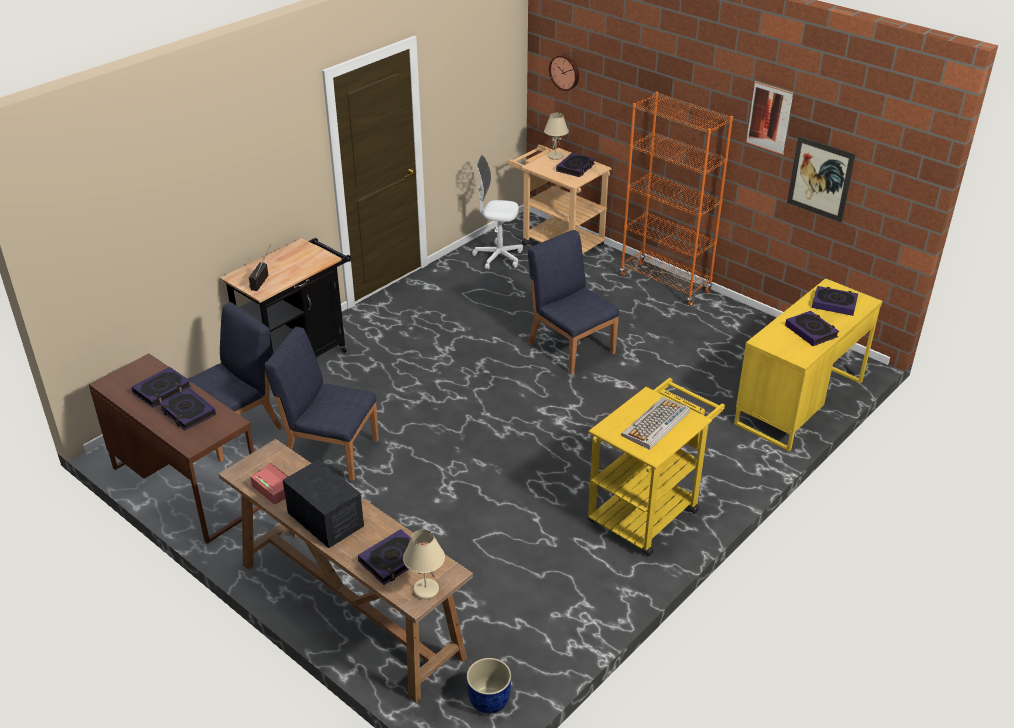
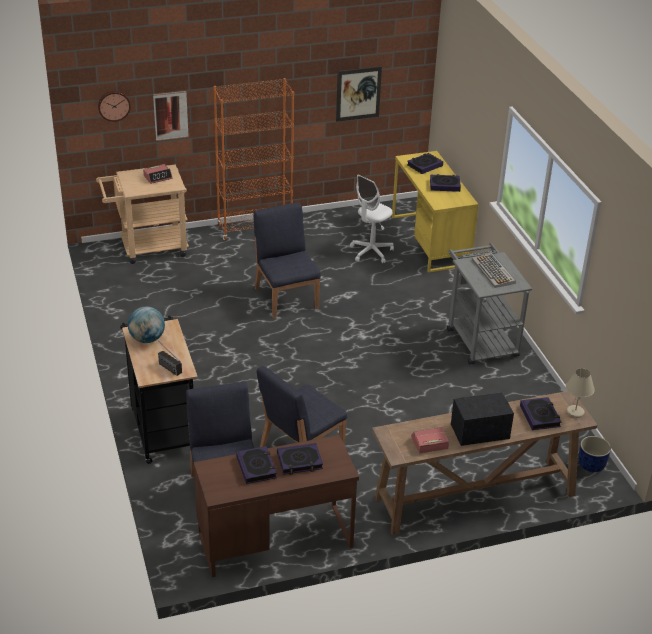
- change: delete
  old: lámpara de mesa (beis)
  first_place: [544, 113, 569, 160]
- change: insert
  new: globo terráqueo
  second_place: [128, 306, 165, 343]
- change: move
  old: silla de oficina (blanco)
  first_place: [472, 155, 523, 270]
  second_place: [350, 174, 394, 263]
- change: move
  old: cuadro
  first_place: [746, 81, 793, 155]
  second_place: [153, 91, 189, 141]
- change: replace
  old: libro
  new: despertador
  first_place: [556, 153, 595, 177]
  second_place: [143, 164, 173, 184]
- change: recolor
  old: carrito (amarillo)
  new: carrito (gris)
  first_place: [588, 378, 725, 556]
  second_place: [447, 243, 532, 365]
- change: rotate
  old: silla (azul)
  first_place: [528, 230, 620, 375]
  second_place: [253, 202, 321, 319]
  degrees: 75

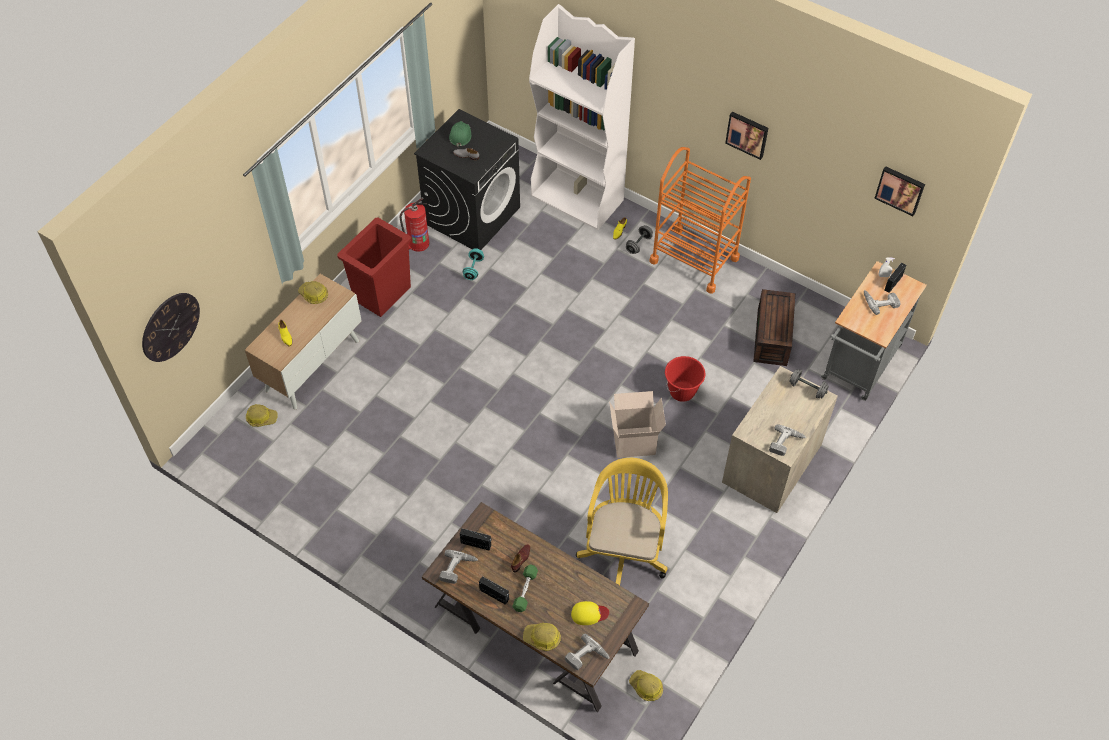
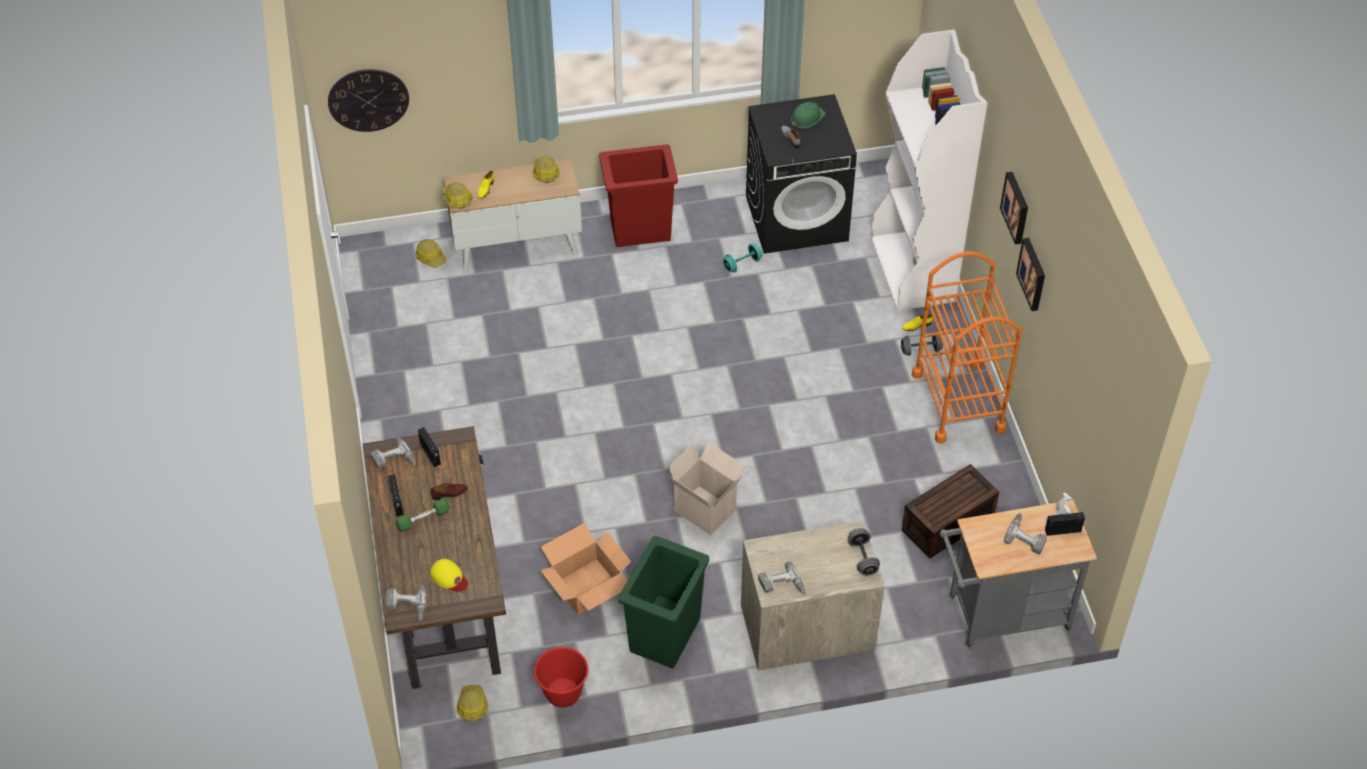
- change: delete
  old: extintor
  first_place: [400, 197, 429, 252]
- change: insert
  new: papelera (verde)
  second_place: [618, 536, 709, 669]
- change: move
  old: casco
  first_place: [523, 623, 561, 651]
  second_place: [442, 182, 472, 209]
- change: move
  old: cubo (rojo)
  first_place: [665, 356, 706, 402]
  second_place: [533, 647, 588, 708]
- change: move
  old: cuadro
  first_place: [874, 166, 925, 216]
  second_place: [1000, 172, 1028, 245]
- change: replace
  old: silla de oficina (amarillo)
  new: caja de cartón
  first_place: [576, 458, 668, 585]
  second_place: [540, 523, 631, 615]

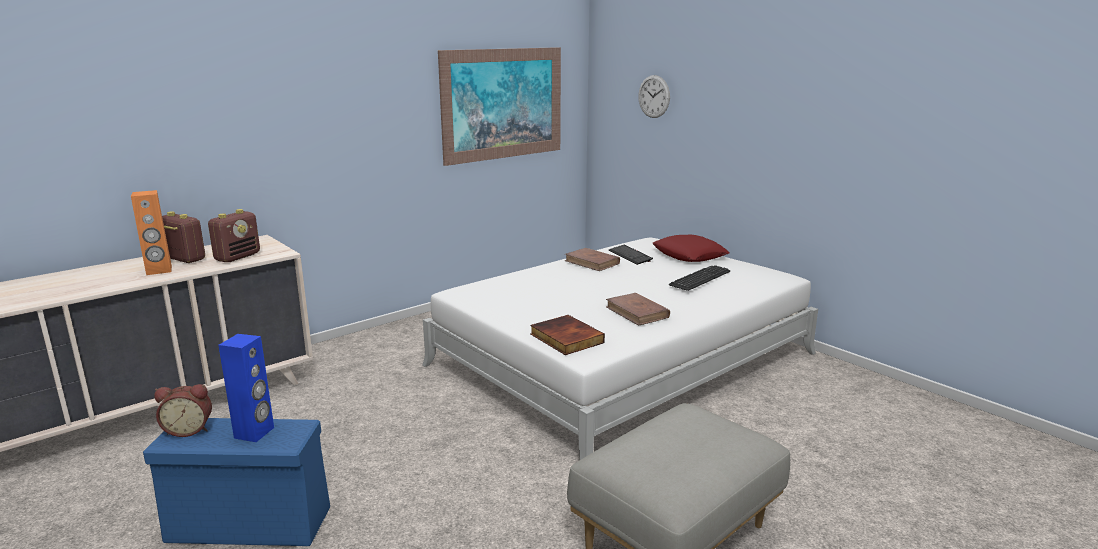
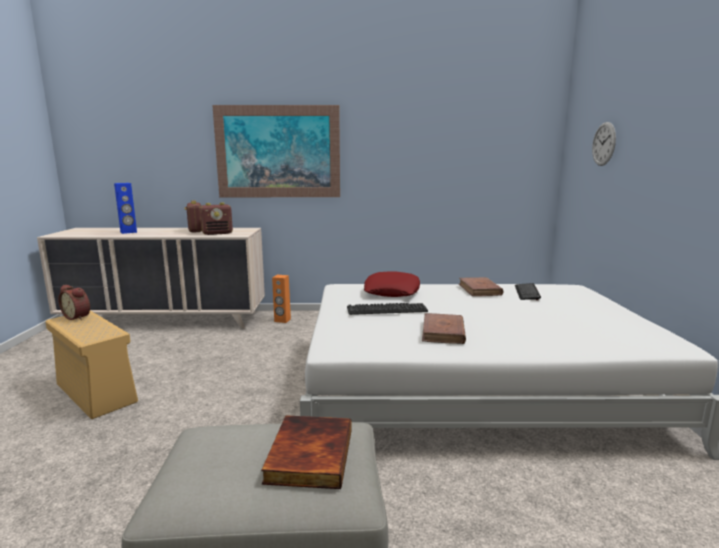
- change: move
  old: altavoz (naranja)
  first_place: [131, 190, 172, 275]
  second_place: [272, 275, 291, 323]
- change: move
  old: altavoz (azul)
  first_place: [218, 334, 274, 442]
  second_place: [114, 183, 137, 234]
- change: move
  old: cuadro
  first_place: [438, 47, 561, 166]
  second_place: [212, 105, 340, 197]
- change: move
  old: libro
  first_place: [530, 315, 605, 355]
  second_place: [261, 415, 352, 489]
- change: move
  old: cojín (rojo)
  first_place: [653, 235, 729, 262]
  second_place: [364, 271, 420, 297]
- change: move
  old: teclado
  first_place: [669, 265, 730, 291]
  second_place: [347, 303, 428, 315]
- change: recolor
  old: caja de almacenaje (azul)
  new: caja de almacenaje (beis)
  first_place: [143, 418, 330, 546]
  second_place: [45, 311, 138, 419]

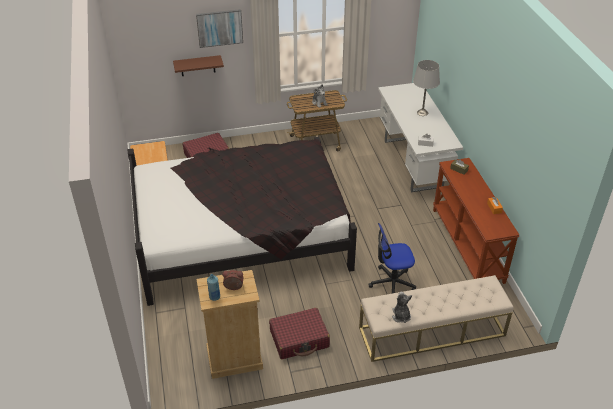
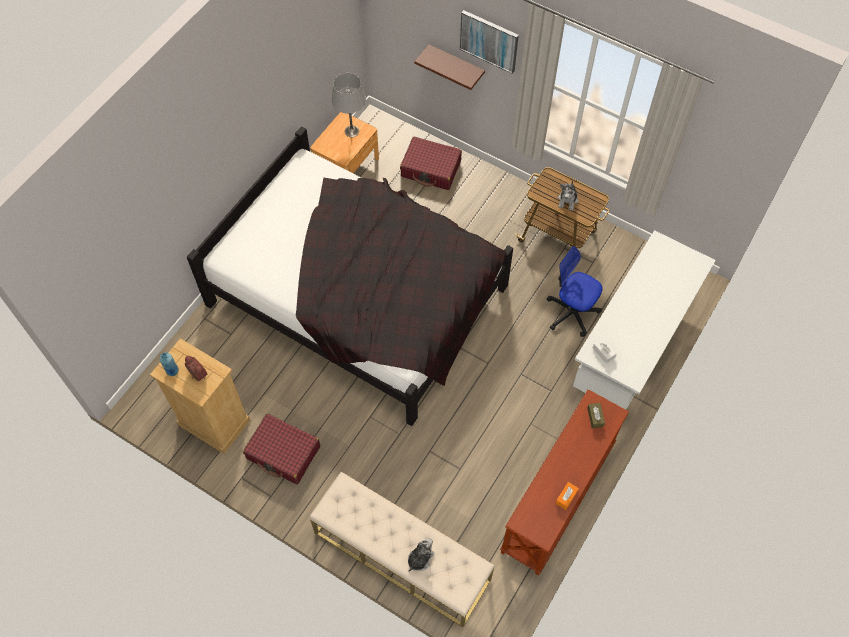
- change: move
  old: silla de oficina
  first_place: [368, 223, 416, 293]
  second_place: [547, 246, 603, 337]
- change: move
  old: peluche
  first_place: [392, 292, 412, 323]
  second_place: [408, 538, 435, 572]
- change: move
  old: lámpara de mesa (gris)
  first_place: [413, 60, 440, 116]
  second_place: [332, 73, 366, 137]

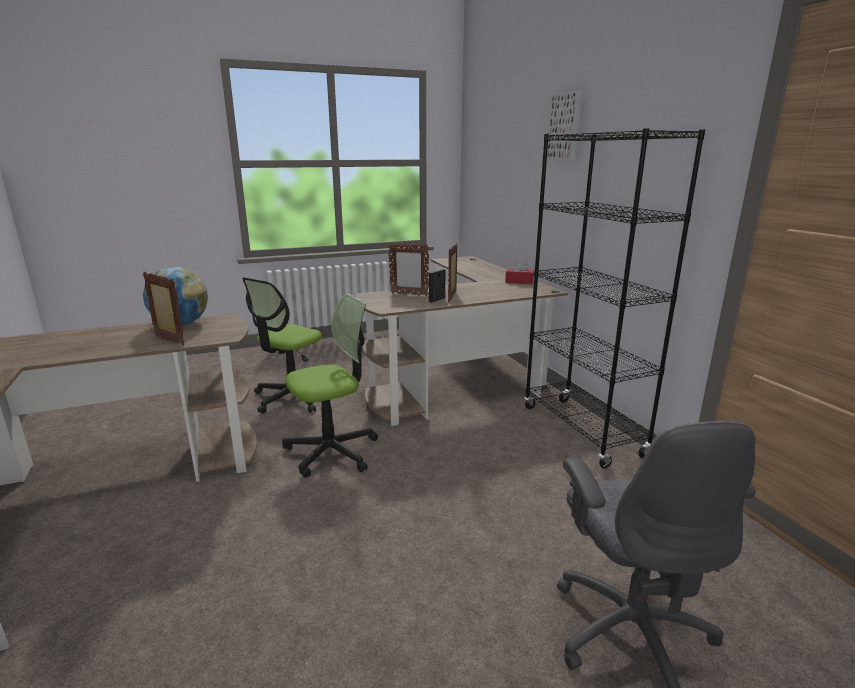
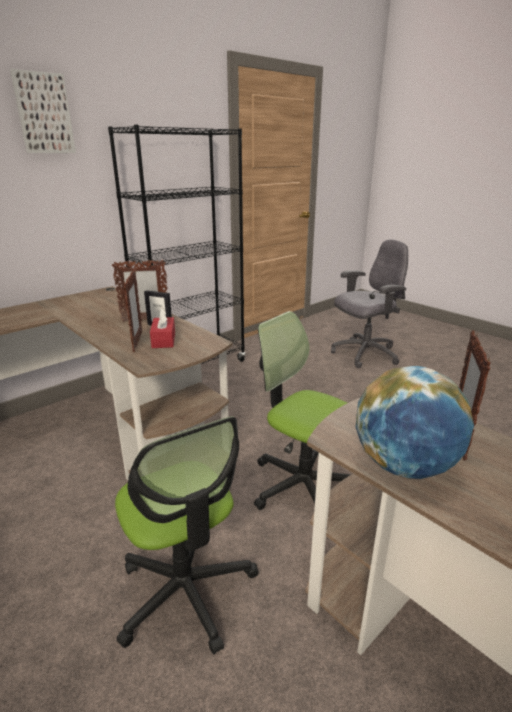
- change: move
  old: caja de pañuelos (rojo)
  first_place: [505, 260, 534, 284]
  second_place: [150, 308, 175, 348]
- change: rotate
  old: silla de oficina
  first_place: [242, 277, 322, 414]
  second_place: [115, 416, 258, 654]
  degrees: 45

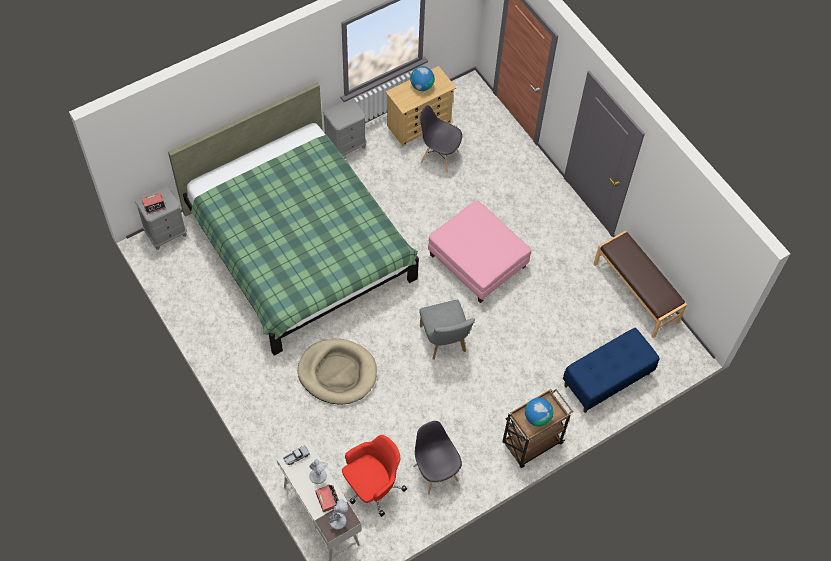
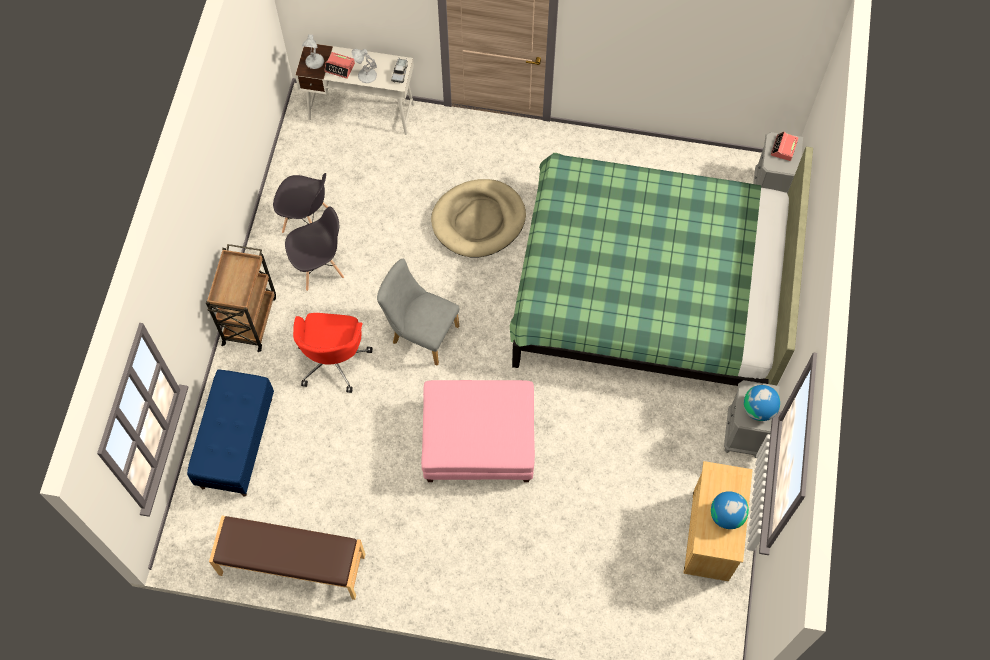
- change: move
  old: silla de oficina (rojo)
  first_place: [342, 435, 407, 517]
  second_place: [293, 313, 372, 393]
- change: move
  old: silla (gris)
  first_place: [420, 105, 462, 173]
  second_place: [285, 206, 344, 291]
- change: move
  old: globo terráqueo
  first_place: [525, 398, 554, 426]
  second_place: [744, 385, 780, 421]

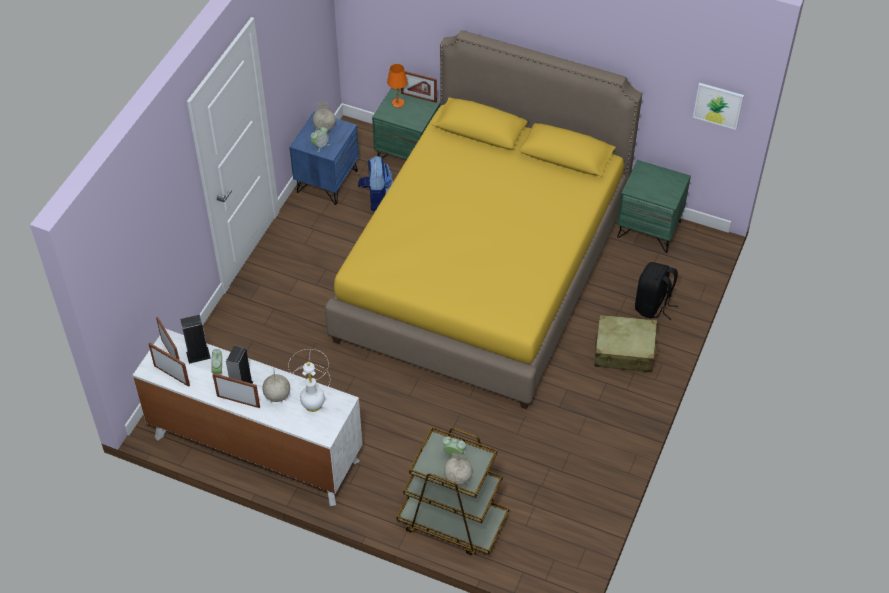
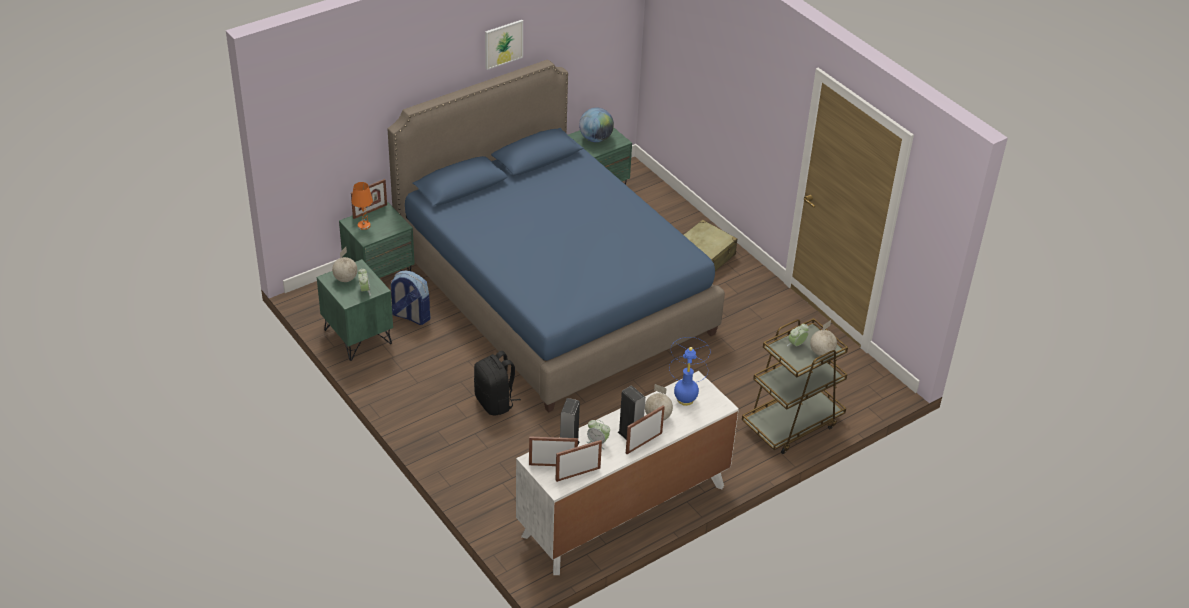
- change: insert
  new: globo terráqueo
  second_place: [579, 107, 614, 142]
- change: move
  old: mochila (negro)
  first_place: [635, 262, 678, 320]
  second_place: [474, 351, 521, 415]
- change: move
  old: cuadro
  first_place: [693, 83, 744, 130]
  second_place: [485, 20, 523, 70]
- change: recolor
  old: lámpara de mesa (blanco)
  new: lámpara de mesa (azul)
  first_place: [288, 349, 330, 412]
  second_place: [669, 337, 710, 406]
- change: recolor
  old: mesita de noche (azul)
  new: mesita de noche (verde)
  first_place: [289, 112, 359, 205]
  second_place: [317, 259, 393, 361]
- change: recolor
  old: cama (amarillo)
  new: cama (azul)
  first_place: [325, 30, 642, 409]
  second_place: [388, 60, 725, 412]

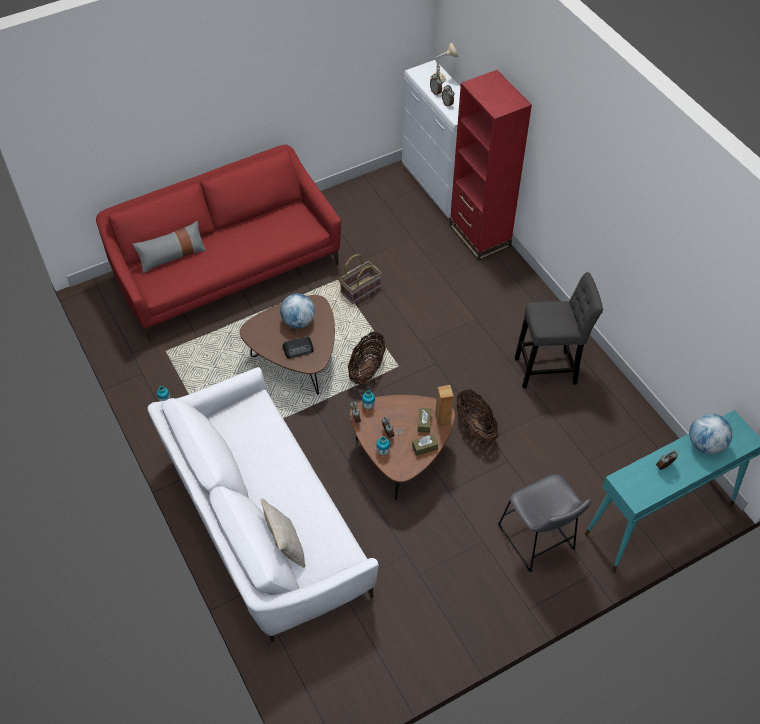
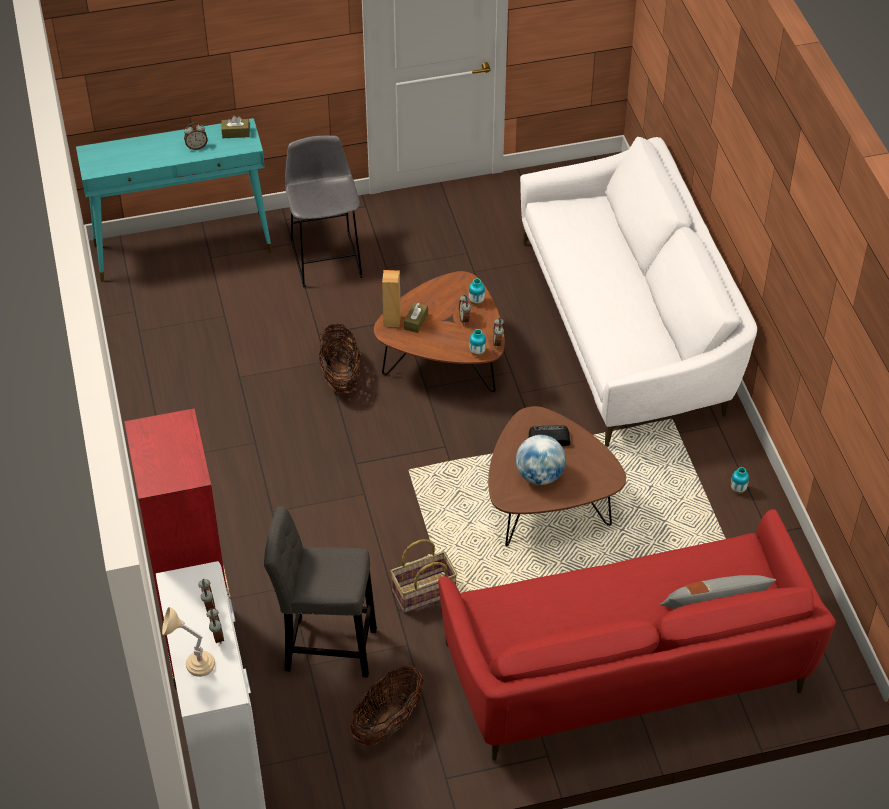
- change: delete
  old: cojín (beis)
  first_place: [260, 498, 306, 568]
- change: delete
  old: globo terráqueo
  first_place: [689, 413, 732, 454]
- change: move
  old: cesta
  first_place: [348, 331, 386, 385]
  second_place: [350, 666, 423, 746]
- change: move
  old: caja de pañuelos (marrón)
  first_place: [412, 435, 438, 456]
  second_place: [221, 116, 250, 138]
- change: move
  old: taburete (gris)
  first_place: [515, 272, 603, 388]
  second_place: [264, 506, 377, 678]

